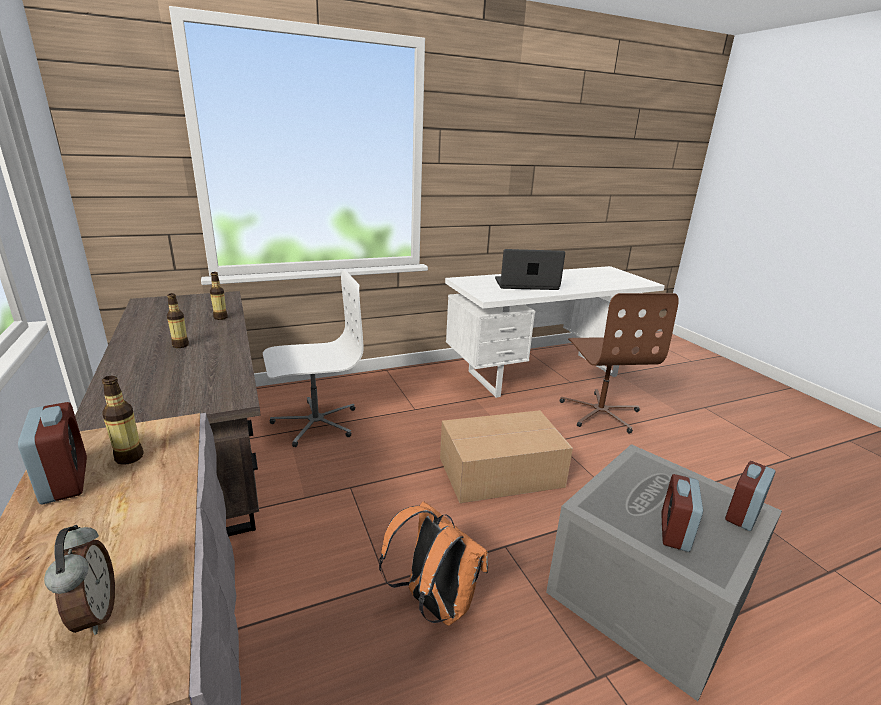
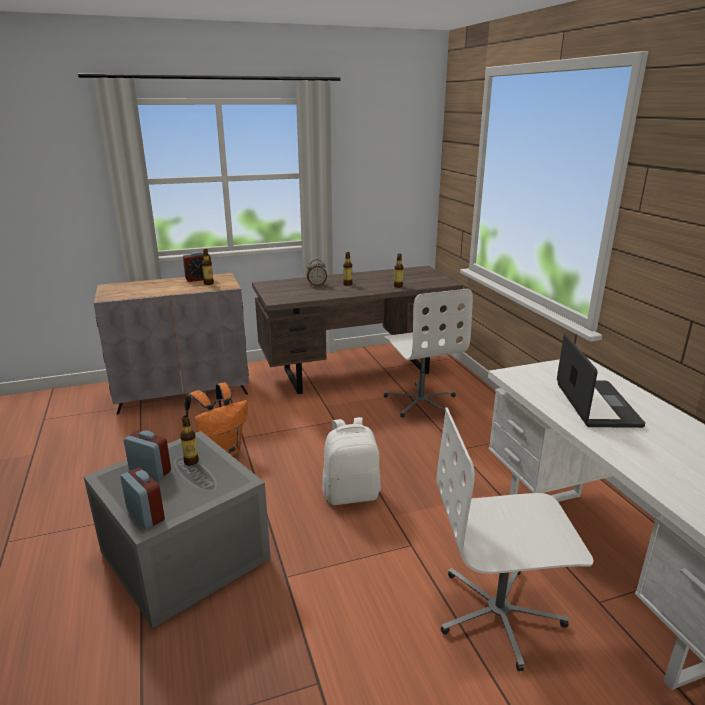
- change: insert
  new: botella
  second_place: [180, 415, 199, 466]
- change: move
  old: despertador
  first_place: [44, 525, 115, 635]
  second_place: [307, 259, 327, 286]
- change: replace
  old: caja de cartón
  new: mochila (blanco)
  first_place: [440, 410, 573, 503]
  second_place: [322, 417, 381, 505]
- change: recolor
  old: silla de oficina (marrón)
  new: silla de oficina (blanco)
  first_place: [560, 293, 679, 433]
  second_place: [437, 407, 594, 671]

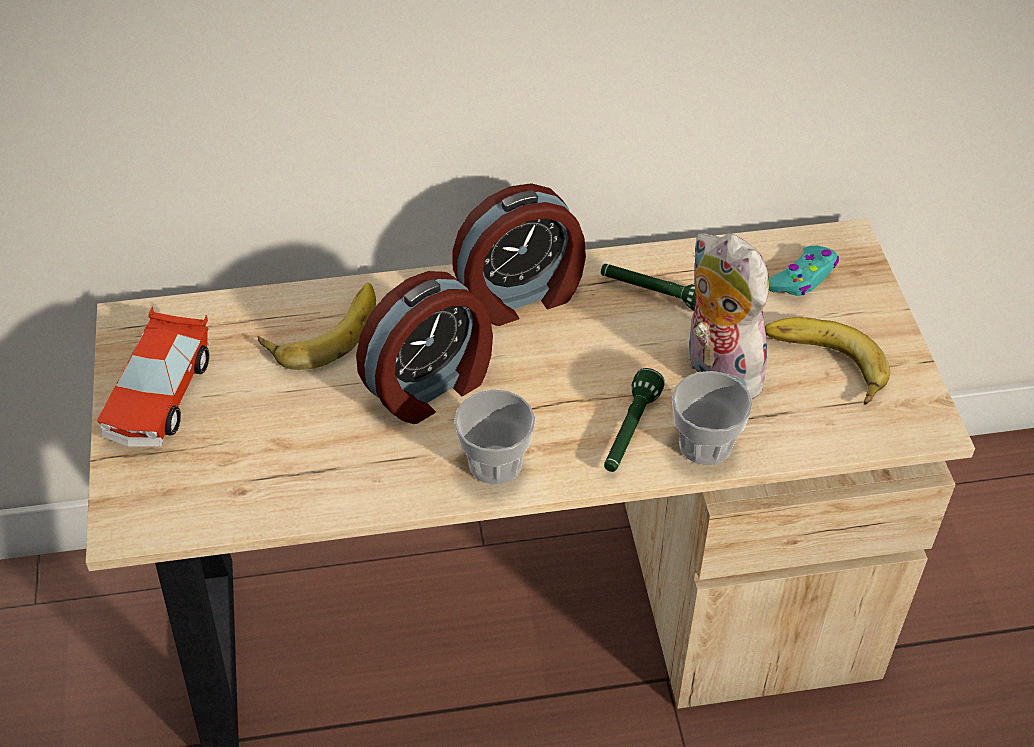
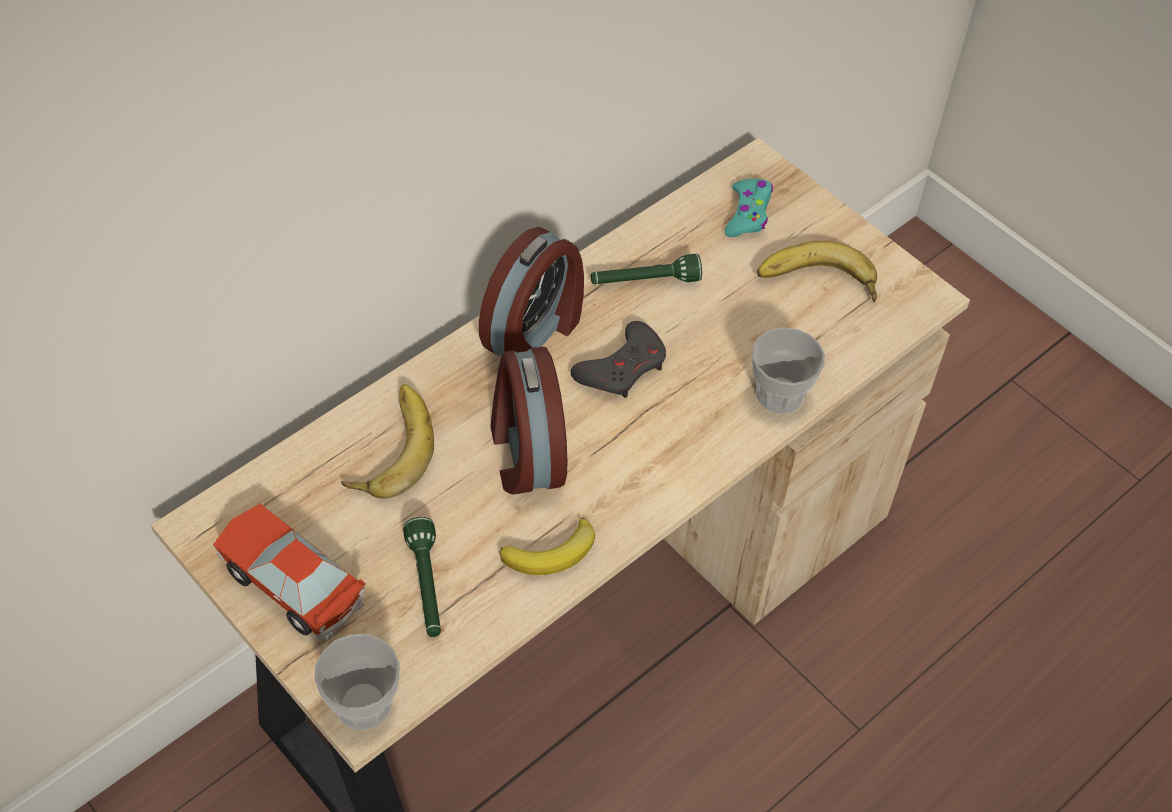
- change: delete
  old: peluche
  first_place: [689, 233, 773, 399]
- change: insert
  new: plátano
  second_place: [500, 518, 595, 575]
- change: insert
  new: mando de consola (gris)
  second_place: [571, 321, 666, 398]
- change: move
  old: taza
  first_place: [454, 389, 535, 485]
  second_place: [314, 634, 400, 730]
- change: move
  old: linterna (verde)
  first_place: [604, 368, 665, 472]
  second_place: [403, 517, 441, 637]
- change: rotate
  old: coche de juguete
  first_place: [97, 307, 210, 447]
  second_place: [213, 504, 366, 641]
  degrees: 150
- change: rotate
  old: despertador
  first_place: [356, 271, 493, 424]
  second_place: [490, 347, 567, 495]
  degrees: 150

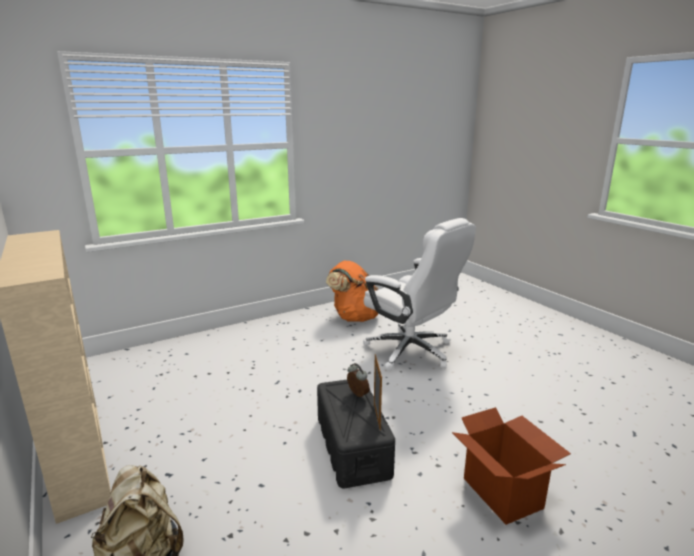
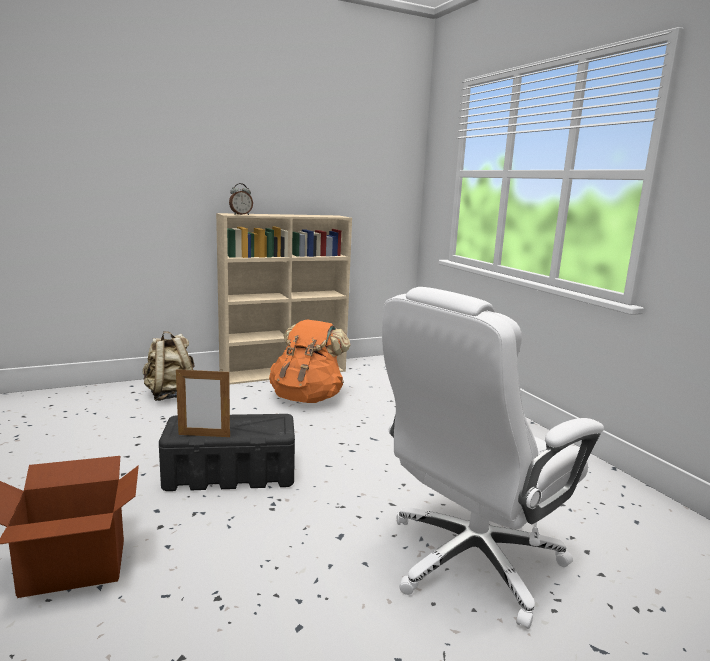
- change: move
  old: mochila (naranja)
  first_place: [326, 261, 379, 322]
  second_place: [269, 319, 350, 403]
- change: move
  old: despertador
  first_place: [347, 363, 370, 398]
  second_place: [229, 183, 253, 215]

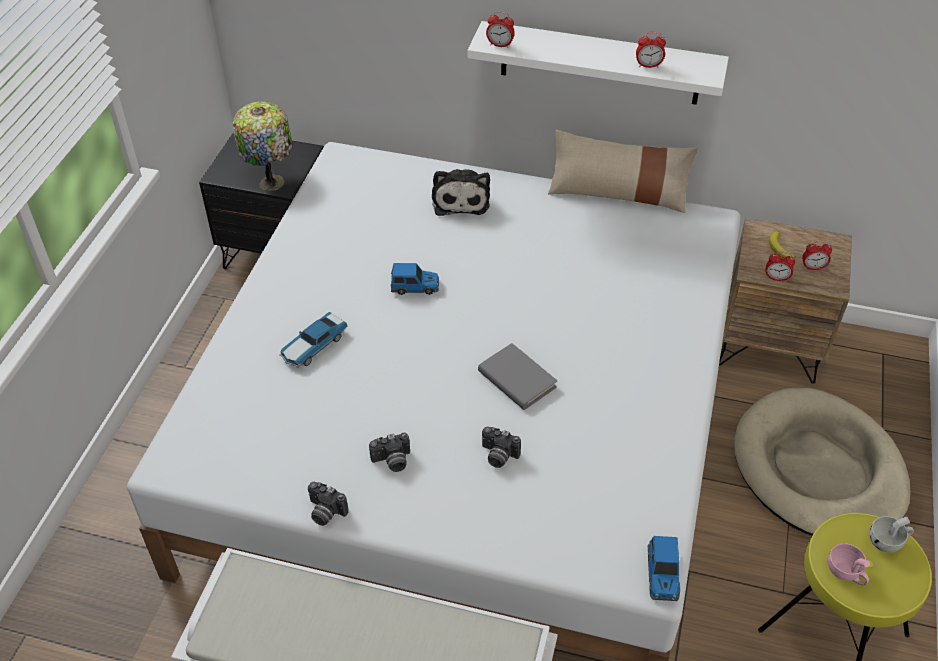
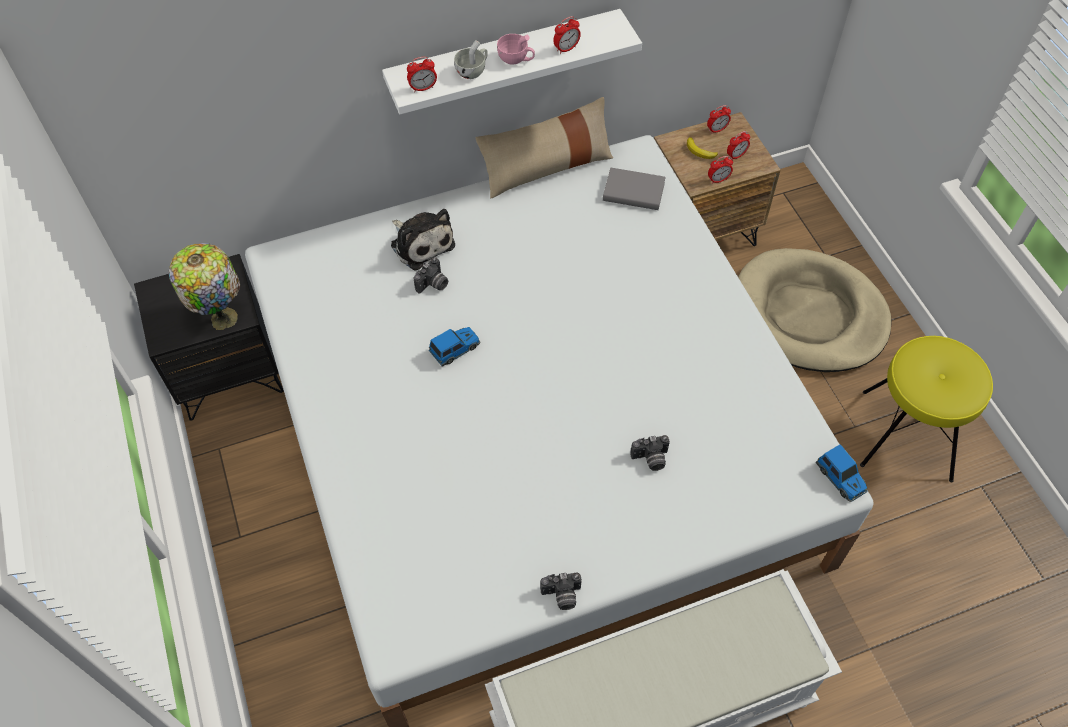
- change: delete
  old: coche de juguete
  first_place: [280, 312, 348, 368]
- change: insert
  new: despertador
  second_place: [707, 105, 731, 134]
- change: move
  old: cámara
  first_place: [369, 433, 410, 472]
  second_place: [414, 257, 448, 294]
- change: move
  old: libro (gris)
  first_place: [478, 343, 557, 410]
  second_place: [603, 168, 666, 210]
- change: move
  old: taza (rosa)
  first_place: [828, 543, 870, 586]
  second_place: [497, 34, 535, 65]
- change: move
  old: taza (blanco)
  first_place: [869, 516, 914, 552]
  second_place: [454, 40, 488, 79]

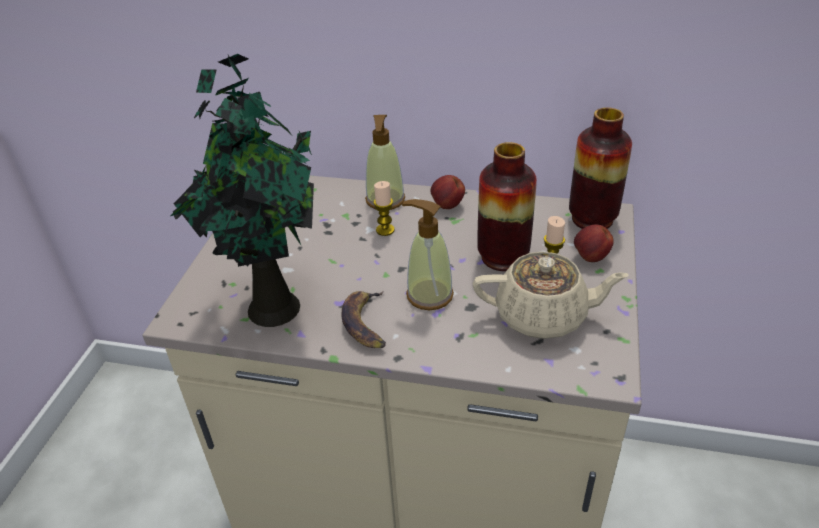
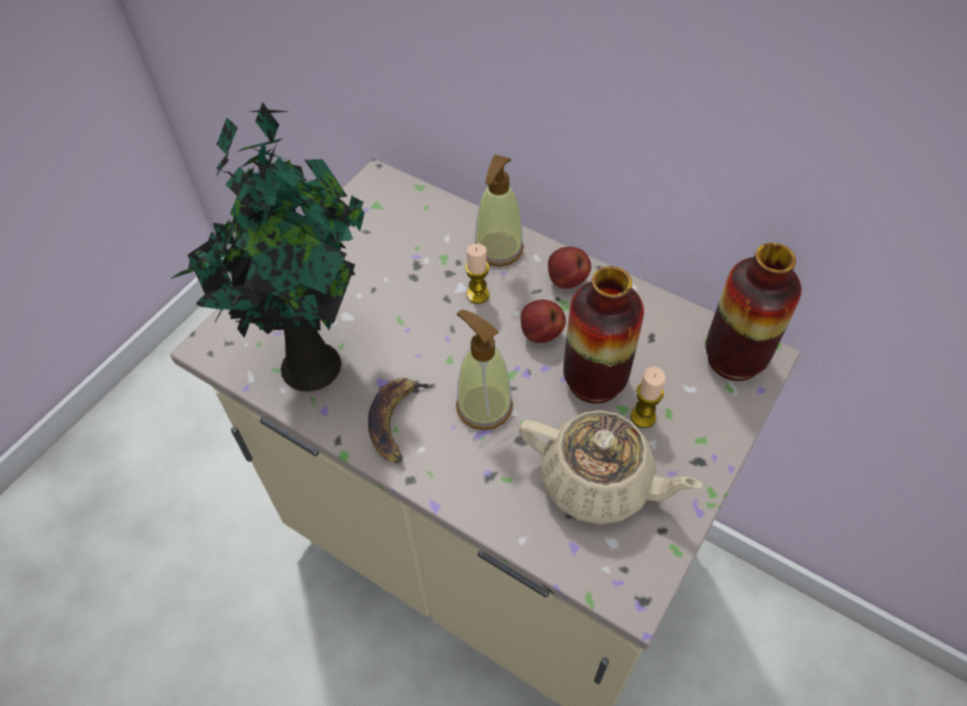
- change: move
  old: manzana
  first_place: [574, 224, 614, 262]
  second_place: [521, 300, 566, 343]

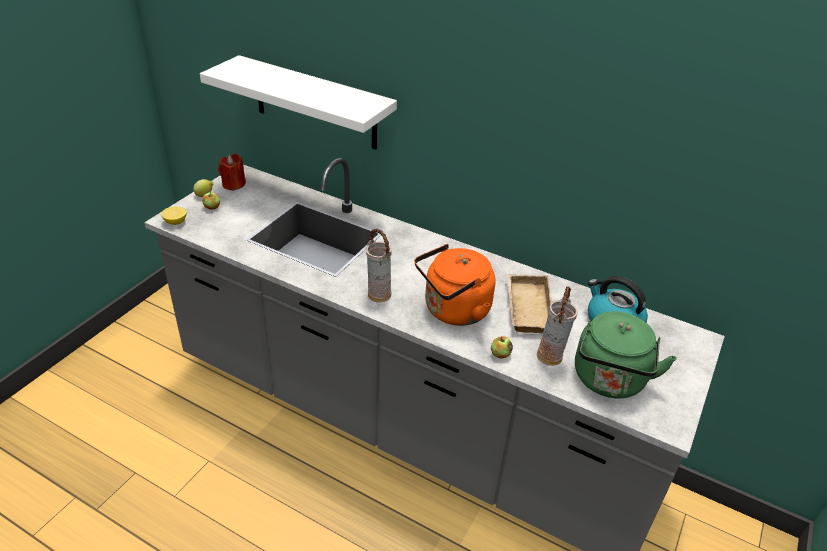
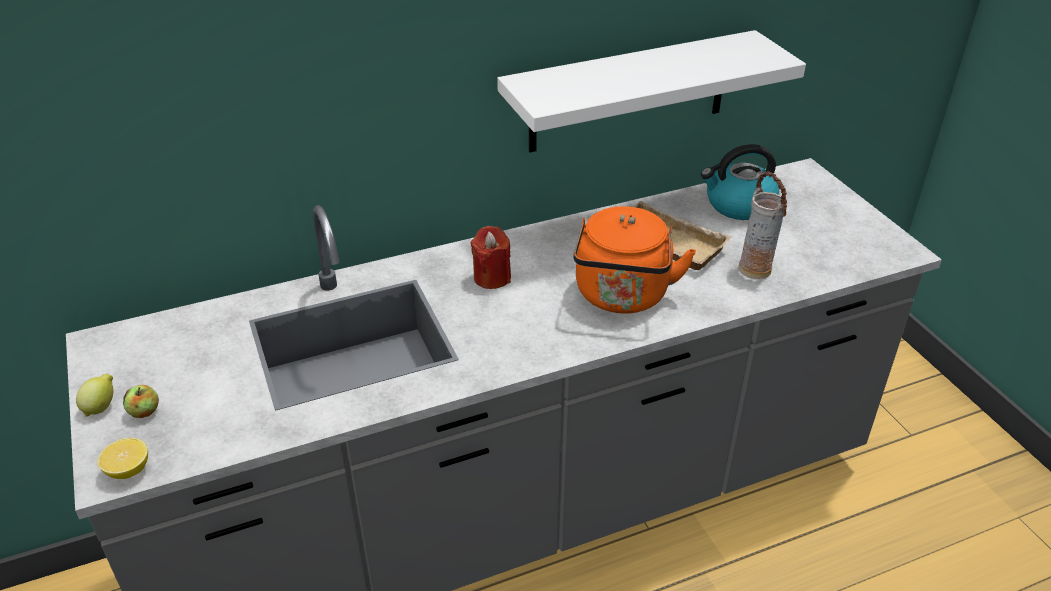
- change: delete
  old: florero
  first_place: [366, 228, 392, 303]
- change: delete
  old: manzana
  first_place: [491, 336, 513, 359]
- change: delete
  old: hervidor (verde)
  first_place: [575, 311, 677, 398]
- change: move
  old: estante (blanco)
  first_place: [200, 55, 397, 150]
  second_place: [497, 30, 806, 152]
- change: move
  old: vela (rojo)
  first_place: [218, 154, 246, 191]
  second_place: [471, 226, 511, 289]

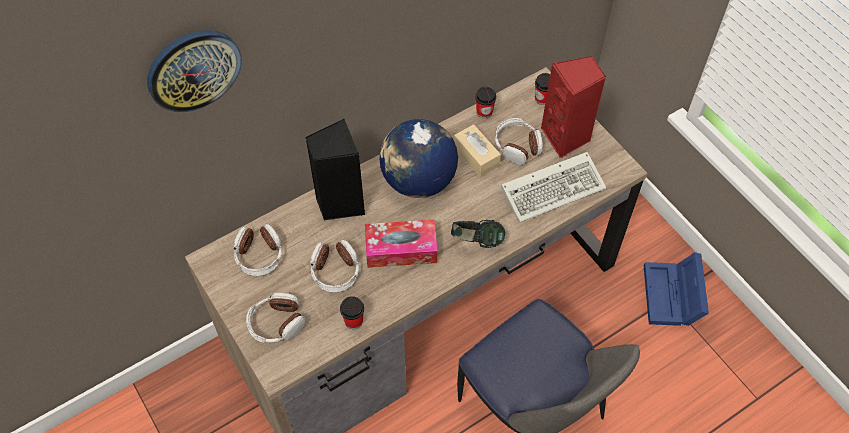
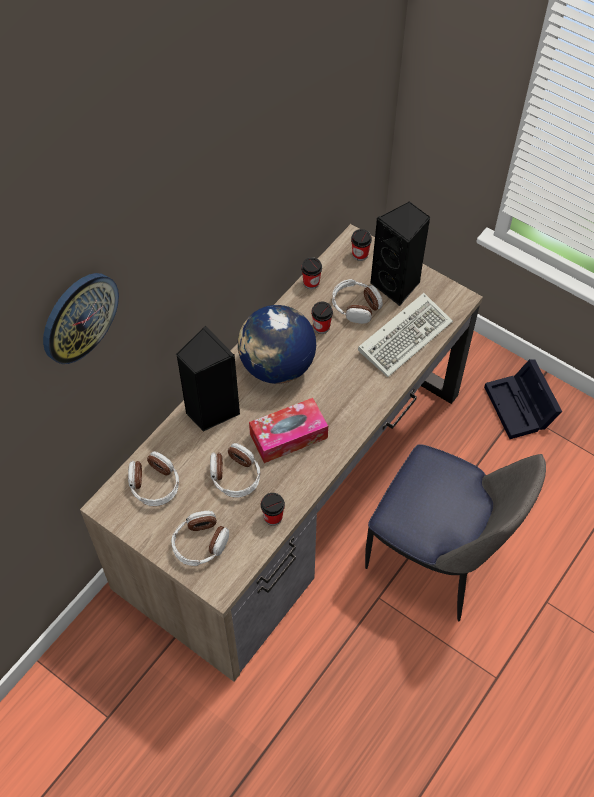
- change: delete
  old: auriculares
  first_place: [451, 220, 505, 248]
- change: replace
  old: caja de pañuelos (beis)
  new: taza
  first_place: [454, 124, 501, 177]
  second_place: [311, 302, 333, 334]
- change: recolor
  old: altavoz (rojo)
  new: altavoz (negro)
  first_place: [541, 56, 606, 158]
  second_place: [370, 201, 431, 306]
- change: recolor
  old: caja de almacenaje (azul)
  new: caja de almacenaje (negro)
  first_place: [644, 252, 709, 326]
  second_place: [484, 359, 562, 439]

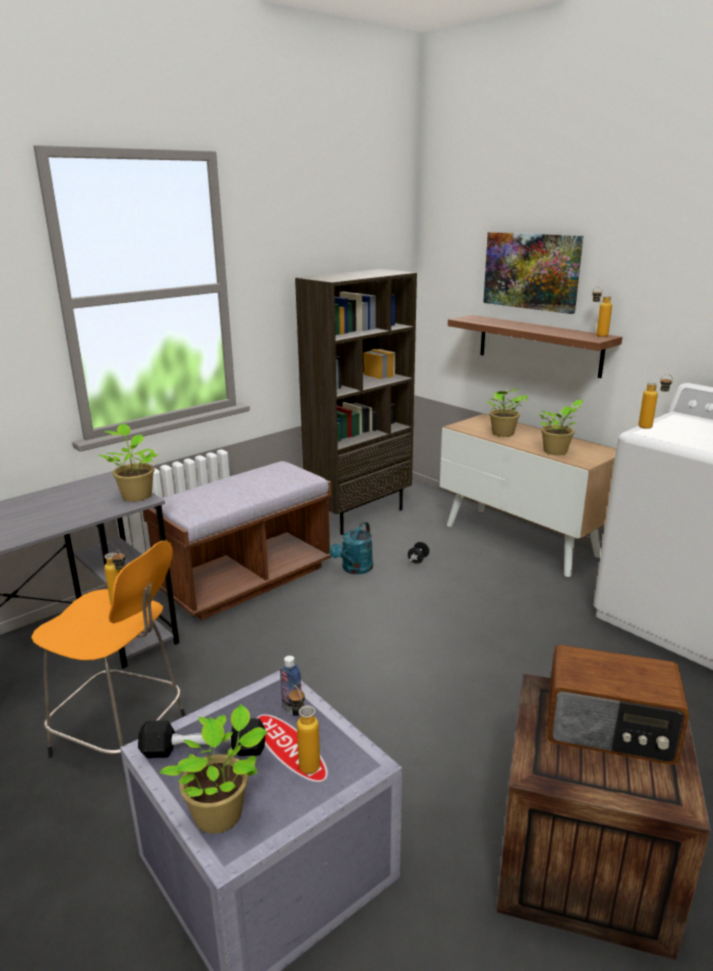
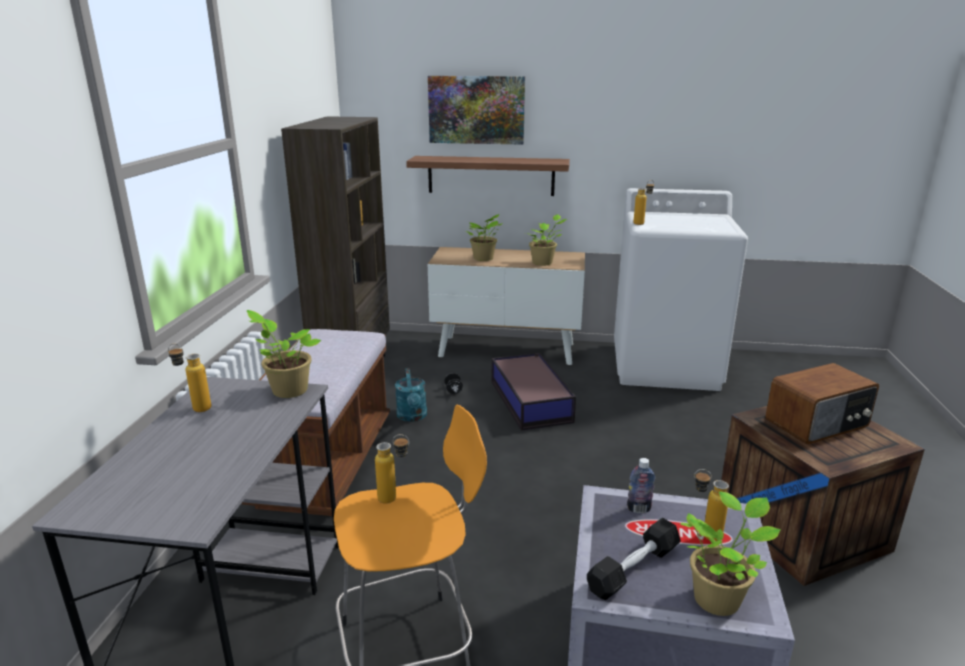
- change: insert
  new: caja de almacenaje
  second_place: [492, 353, 576, 431]
- change: move
  old: botella
  first_place: [592, 287, 612, 337]
  second_place: [168, 344, 211, 412]

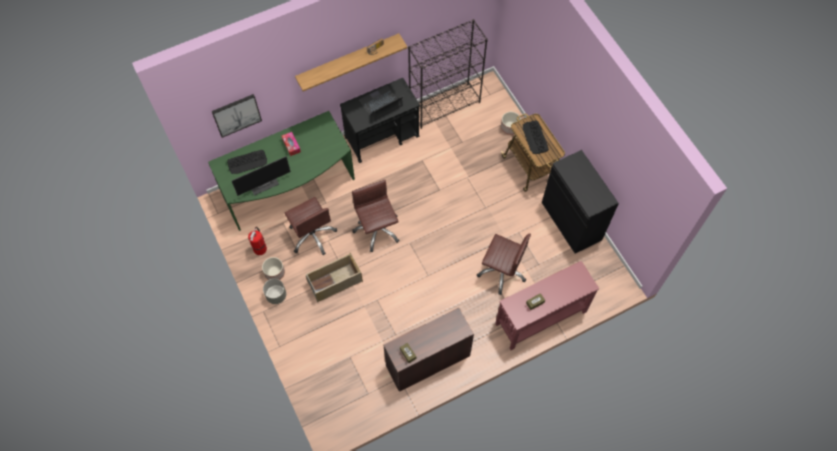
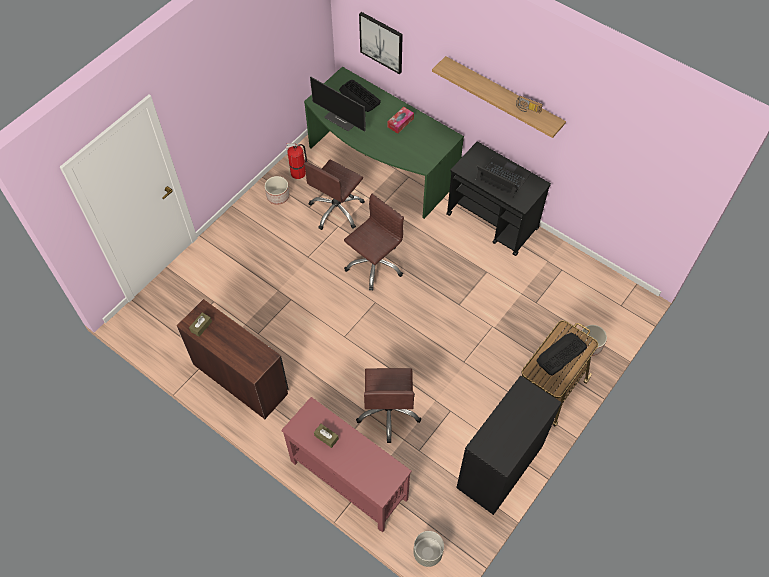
- change: delete
  old: caja de almacenaje (beis)
  first_place: [305, 252, 363, 302]
- change: delete
  old: estantería (negro)
  first_place: [408, 19, 488, 129]
- change: move
  old: maceta (gris)
  first_place: [263, 279, 286, 304]
  second_place: [413, 531, 444, 567]

